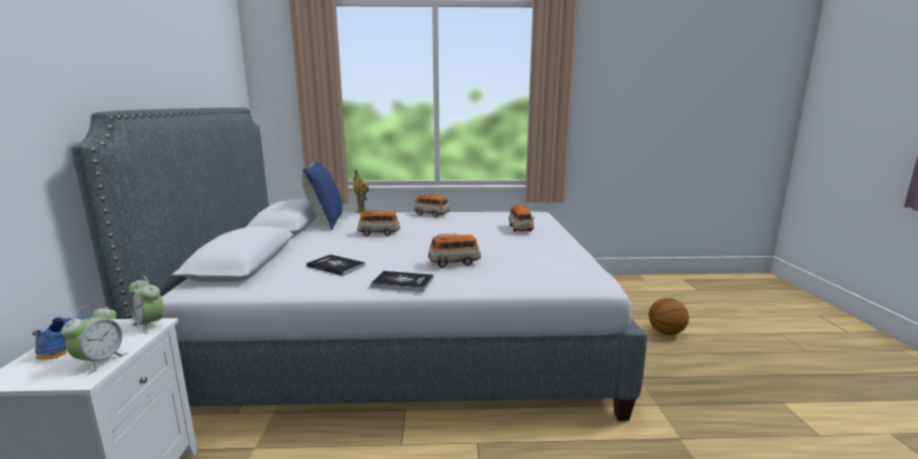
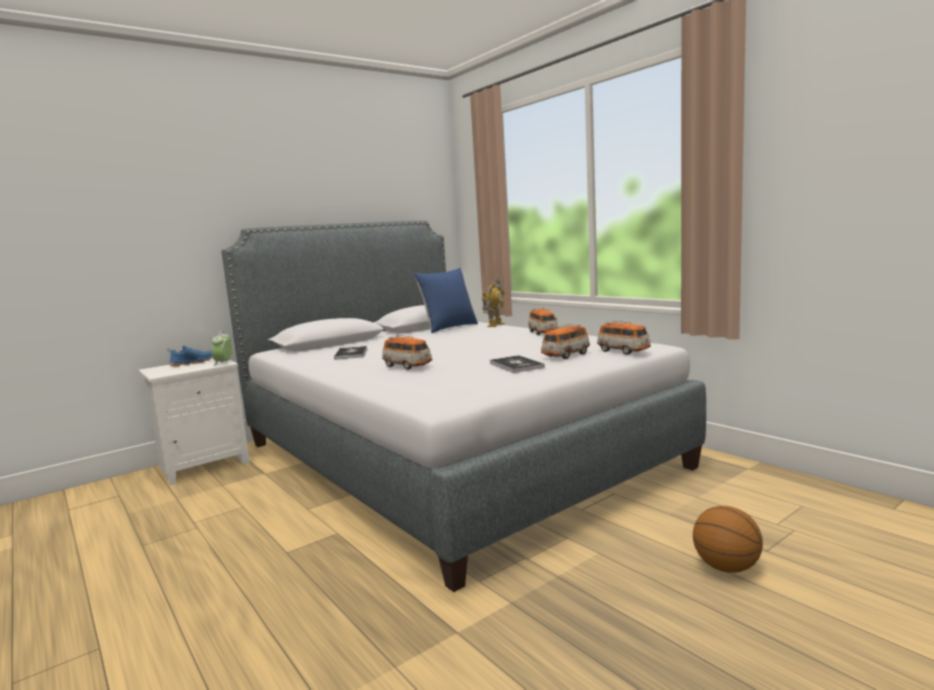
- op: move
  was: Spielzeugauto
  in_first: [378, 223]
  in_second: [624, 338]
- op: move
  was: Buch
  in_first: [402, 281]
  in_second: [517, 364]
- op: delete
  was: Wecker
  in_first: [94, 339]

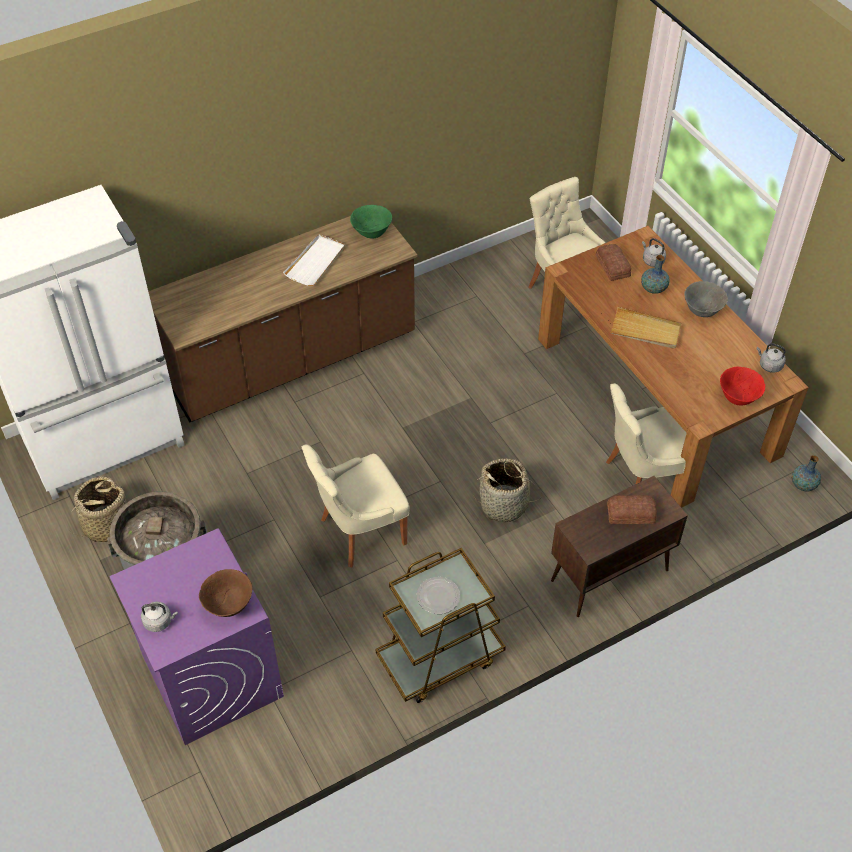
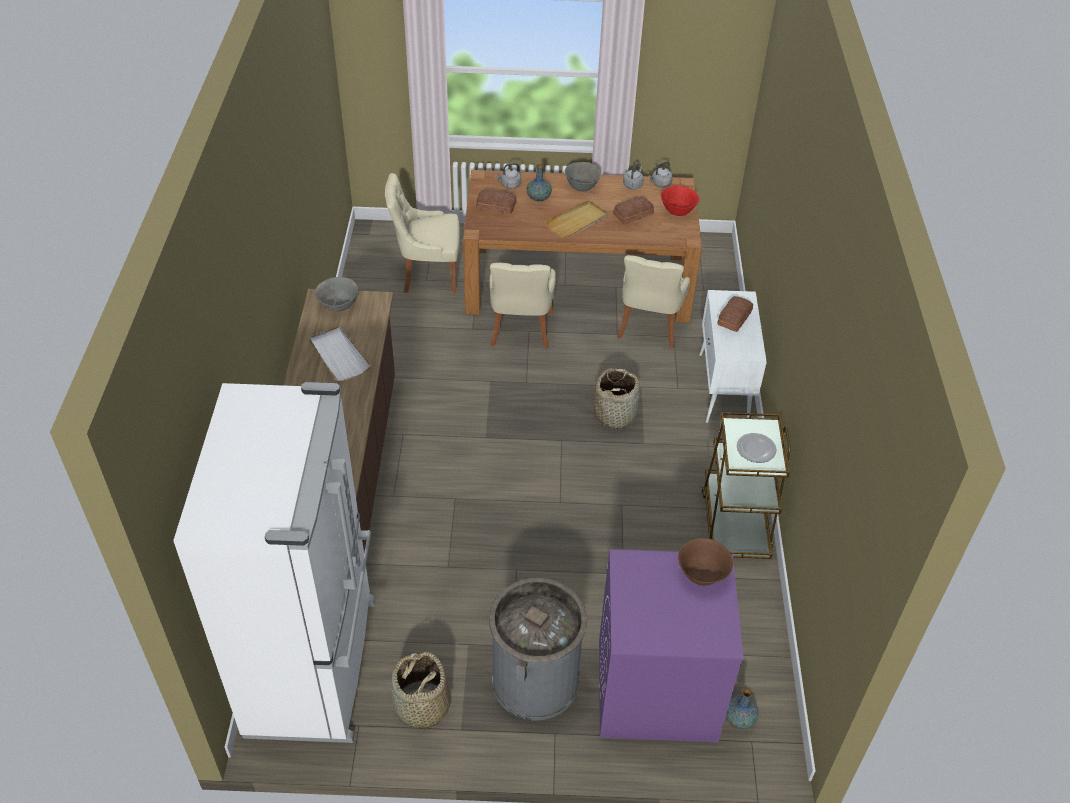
- op: recolor
  was: Schüssel (grün)
  now: Schüssel (grau)
  in_first: [371, 221]
  in_second: [336, 294]
- op: move
  was: Stuhl (beige)
  in_first: [356, 506]
  in_second: [523, 306]
- op: move
  was: Vase
  in_first: [806, 473]
  in_second: [742, 708]
- op: recolor
  was: Schrank (braun)
  now: Schrank (weiß)
  in_first: [619, 546]
  in_second: [733, 356]
- op: move
  was: Wasserkessel (grau)
  in_first: [159, 617]
  in_second: [633, 176]
- op: insert
  now: Brot
  in_second: [633, 210]

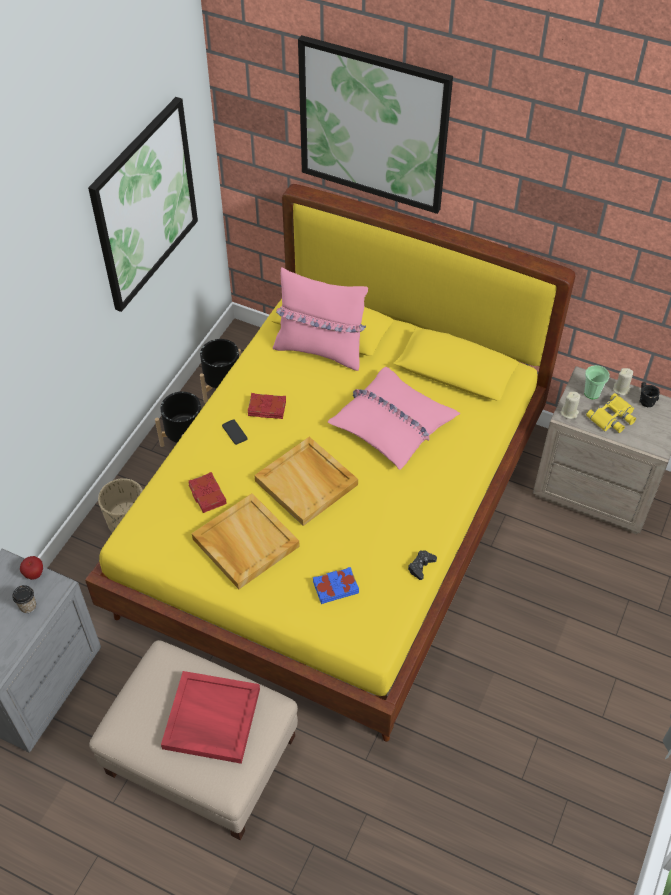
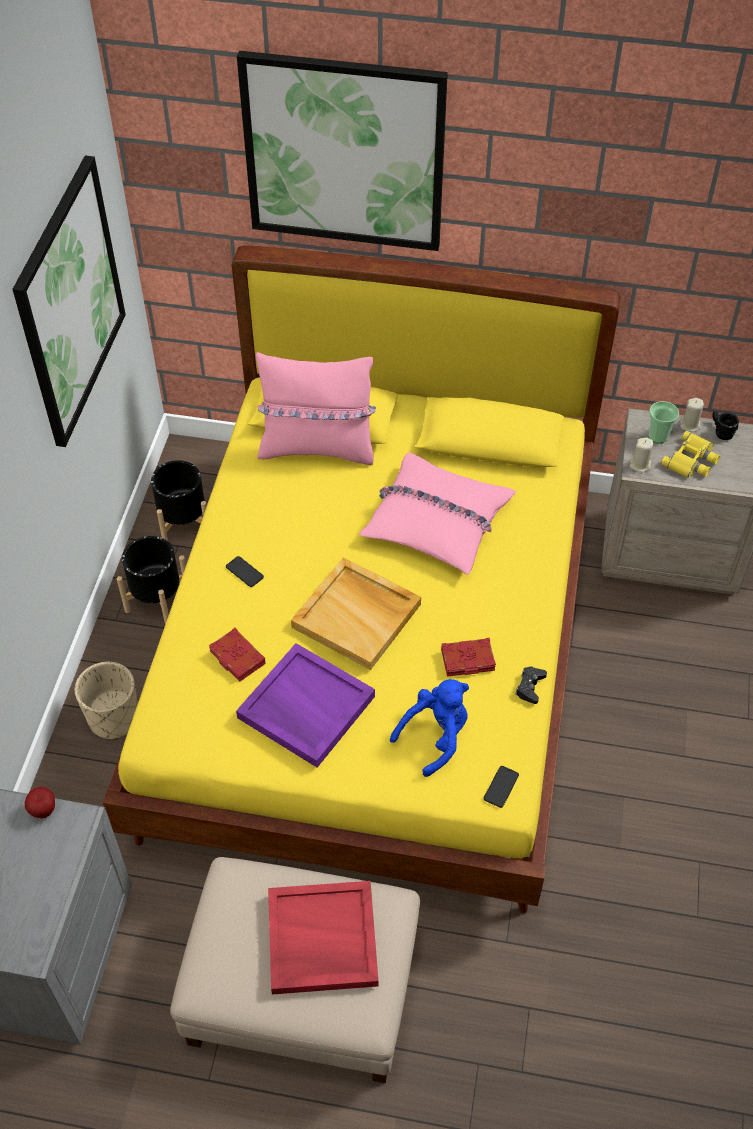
- op: move
  was: Buch (rot)
  in_first: [267, 406]
  in_second: [468, 657]
- op: recolor
  was: Tablett (beige)
  now: Tablett (lila)
  in_first: [246, 541]
  in_second: [305, 705]
- op: replace
  was: Buch (blau)
  now: Plüschtier (blau)
  in_first: [336, 585]
  in_second: [429, 728]
- op: delete
  was: Tasse
  in_first: [24, 599]
- op: insert
  now: Handy
  in_second: [501, 787]

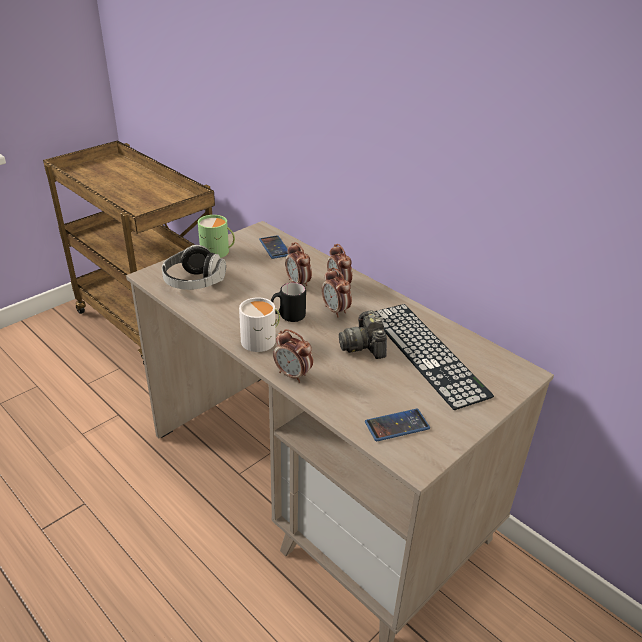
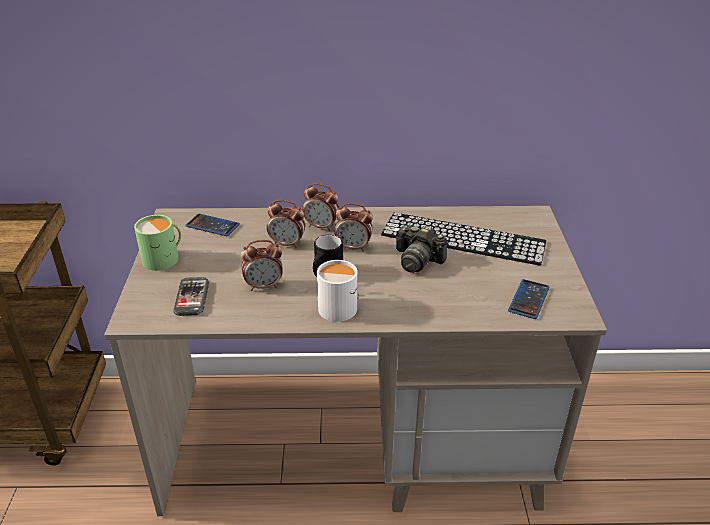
- op: replace
  was: Kopfhörer
  now: Handy
  in_first: [194, 267]
  in_second: [191, 296]
- op: move
  was: Wecker
  in_first: [293, 356]
  in_second: [262, 265]

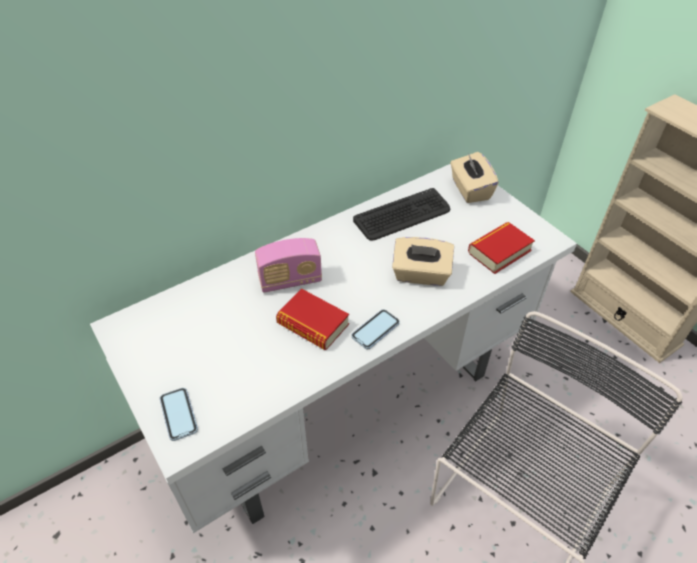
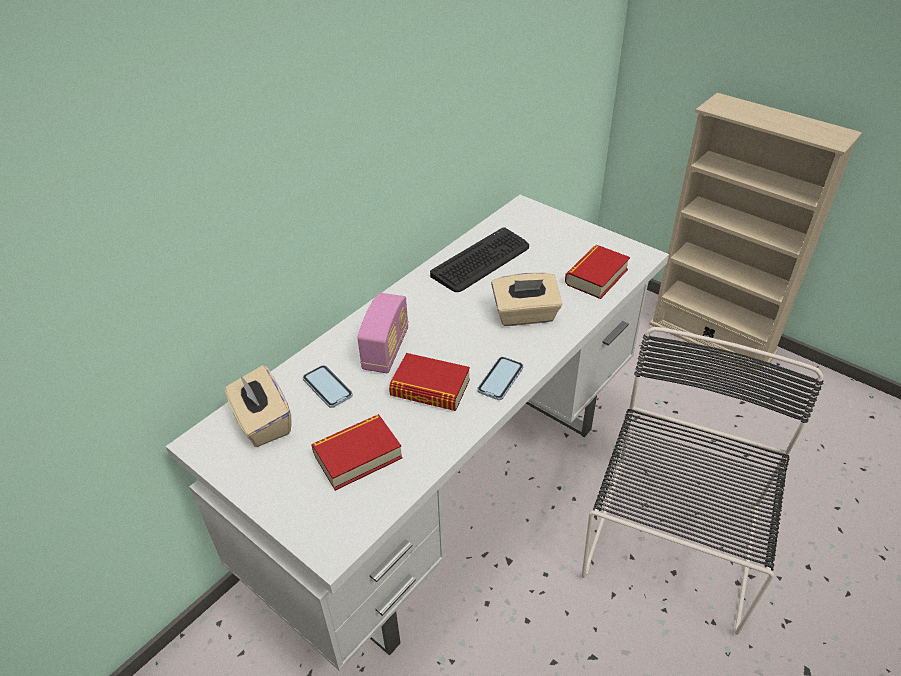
- op: move
  was: Taschentuchbox (beige)
  in_first: [474, 177]
  in_second: [258, 406]
- op: rotate
  was: Radio
  in_first: [288, 265]
  in_second: [382, 333]
  clockwise: -45
- op: move
  was: Handy
  in_first: [179, 414]
  in_second: [328, 386]
- op: insert
  now: Buch
  in_second: [357, 452]

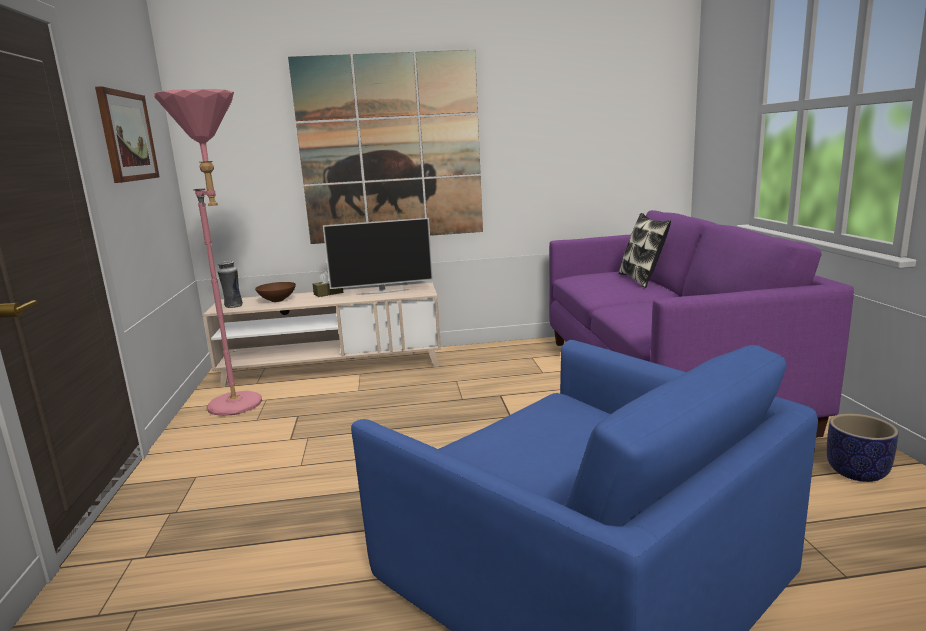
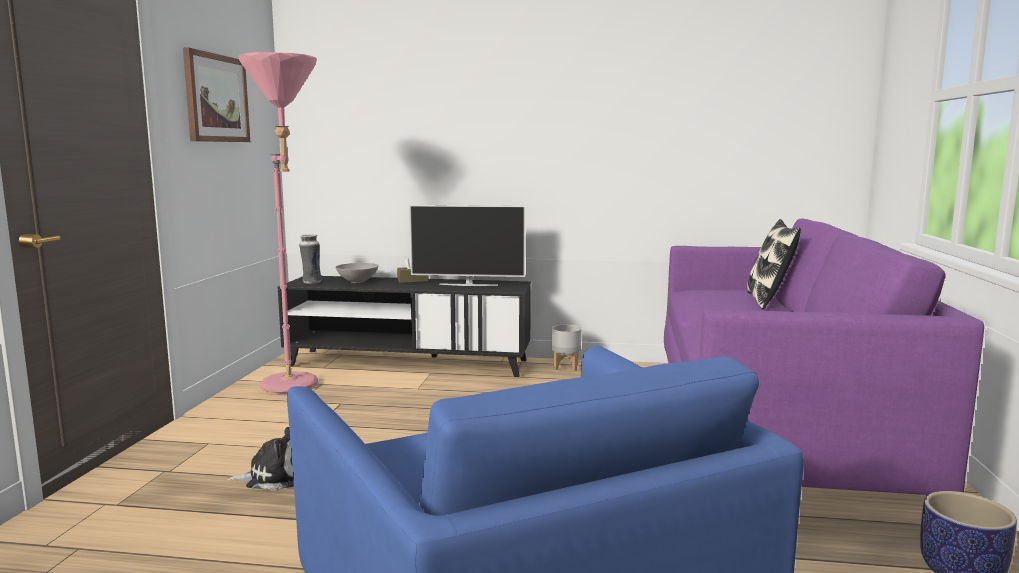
- op: delete
  was: Bild
  in_first: [385, 147]
- op: recolor
  was: Schüssel (braun)
  now: Schüssel (grau)
  in_first: [275, 292]
  in_second: [357, 273]
- op: recolor
  was: Fernsehschrank (beige)
  now: Fernsehschrank (schwarz)
  in_first: [322, 335]
  in_second: [404, 326]
- op: insert
  now: Pflanzkübel (grau)
  in_second: [567, 348]
- op: insert
  now: Plüschtier
  in_second: [260, 458]

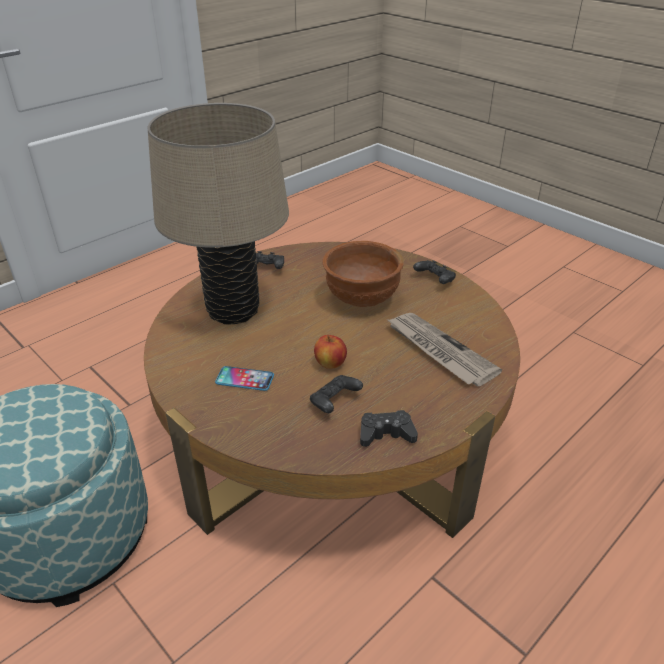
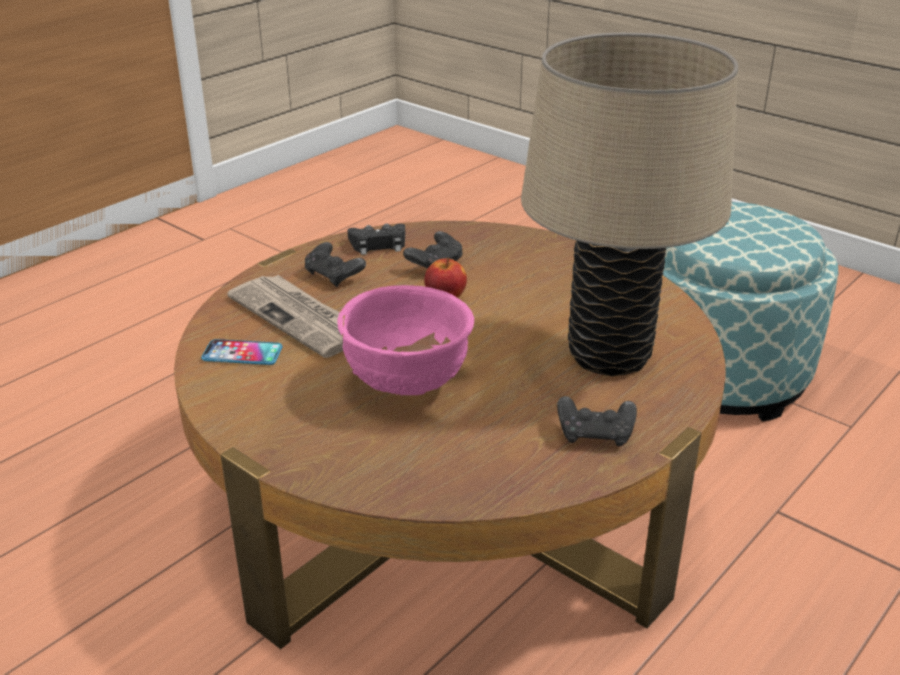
- op: recolor
  was: Schüssel (braun)
  now: Schüssel (rosa)
  in_first: [363, 274]
  in_second: [405, 340]
- op: move
  was: Gamepad (schwarz)
  in_first: [434, 272]
  in_second: [335, 264]
- op: move
  was: Handy
  in_first: [244, 378]
  in_second: [242, 352]

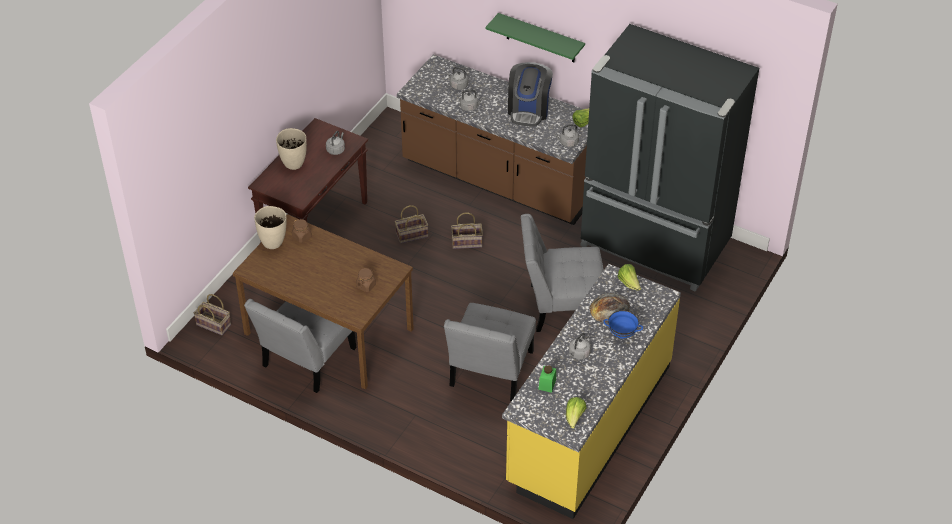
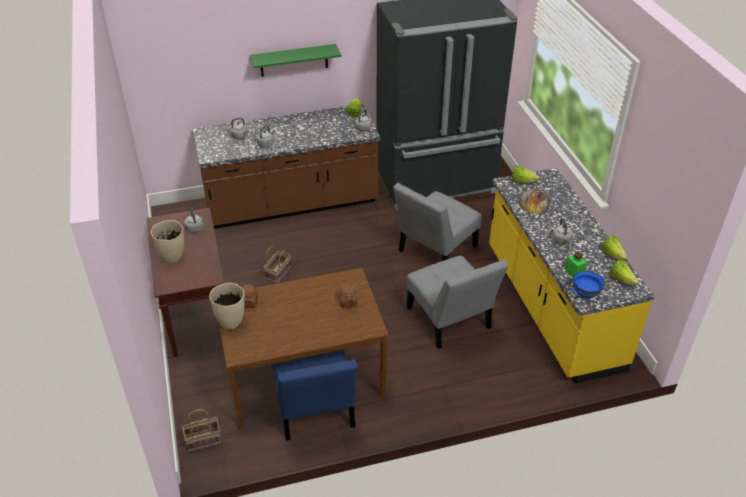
- op: delete
  was: Kaffeemaschine
  in_first: [530, 94]
- op: delete
  was: Korb
  in_first: [467, 230]
- op: recolor
  was: Stuhl (grau)
  now: Stuhl (blau)
  in_first: [300, 346]
  in_second: [314, 395]
- op: move
  was: Schüssel (blau)
  in_first: [623, 325]
  in_second: [588, 285]
- op: insert
  now: Salatkopf
  in_second: [615, 248]

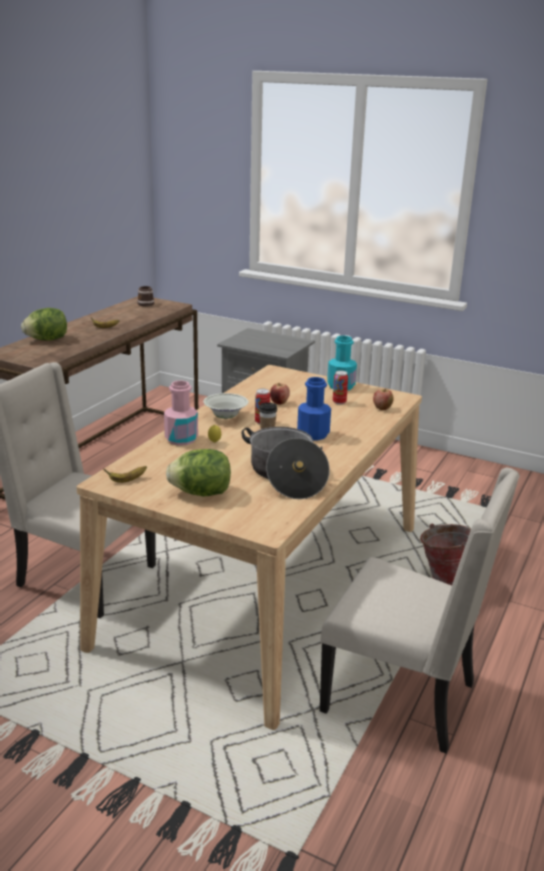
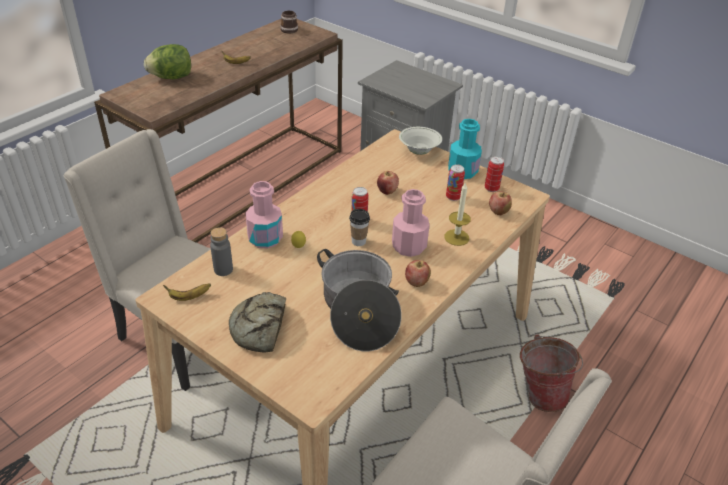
- op: recolor
  was: Flasche (blau)
  now: Flasche (rosa)
  in_first: [314, 409]
  in_second: [411, 223]
- op: move
  was: Schüssel (weiß)
  in_first: [225, 406]
  in_second: [420, 141]
- op: replace
  was: Salatkopf
  now: Brot
  in_first: [198, 473]
  in_second: [257, 322]
- op: insert
  now: Dose
  in_second: [494, 174]
- op: insert
  now: Kerze
  in_second: [457, 214]
- op: insert
  now: Flasche (grau)
  in_second: [221, 251]
- op: insert
  now: Apfel
  in_second: [418, 273]

